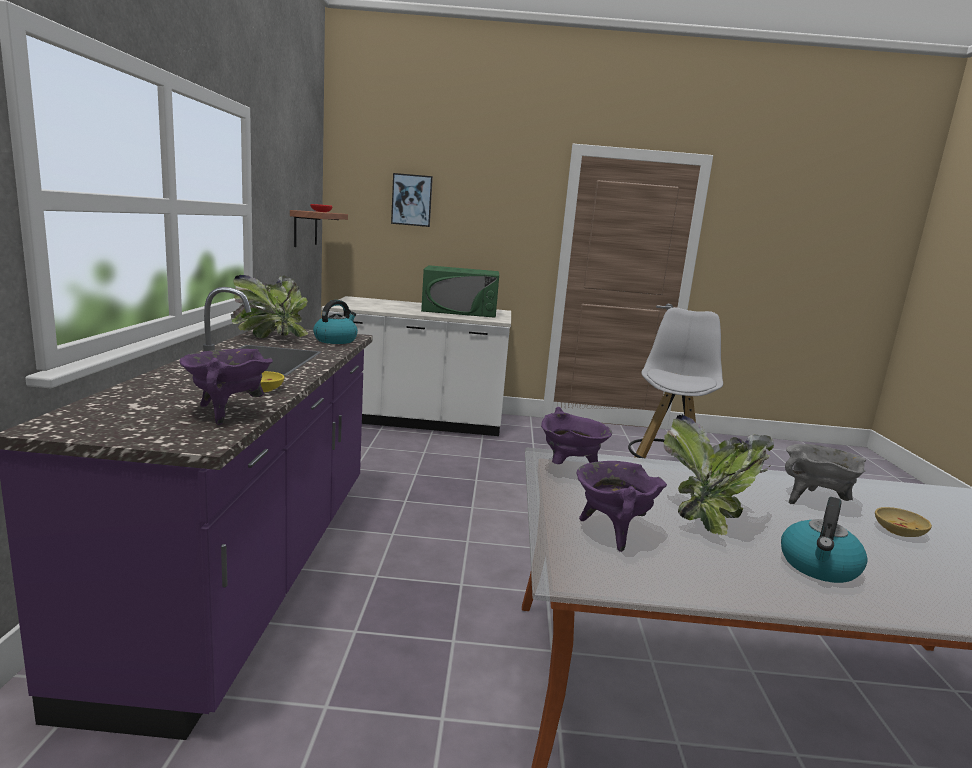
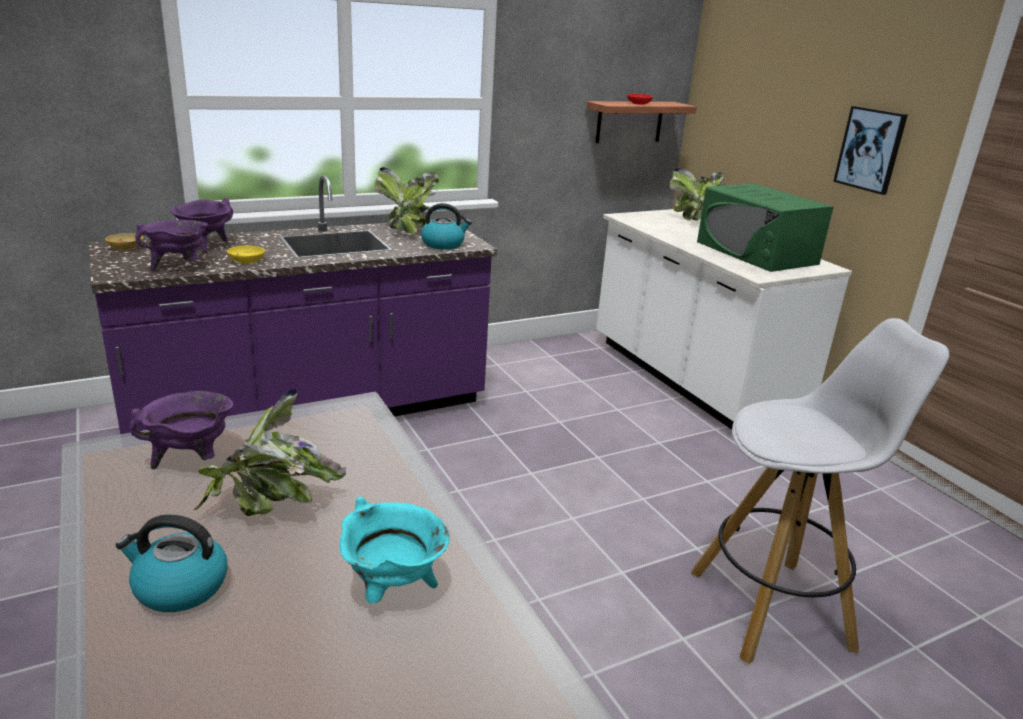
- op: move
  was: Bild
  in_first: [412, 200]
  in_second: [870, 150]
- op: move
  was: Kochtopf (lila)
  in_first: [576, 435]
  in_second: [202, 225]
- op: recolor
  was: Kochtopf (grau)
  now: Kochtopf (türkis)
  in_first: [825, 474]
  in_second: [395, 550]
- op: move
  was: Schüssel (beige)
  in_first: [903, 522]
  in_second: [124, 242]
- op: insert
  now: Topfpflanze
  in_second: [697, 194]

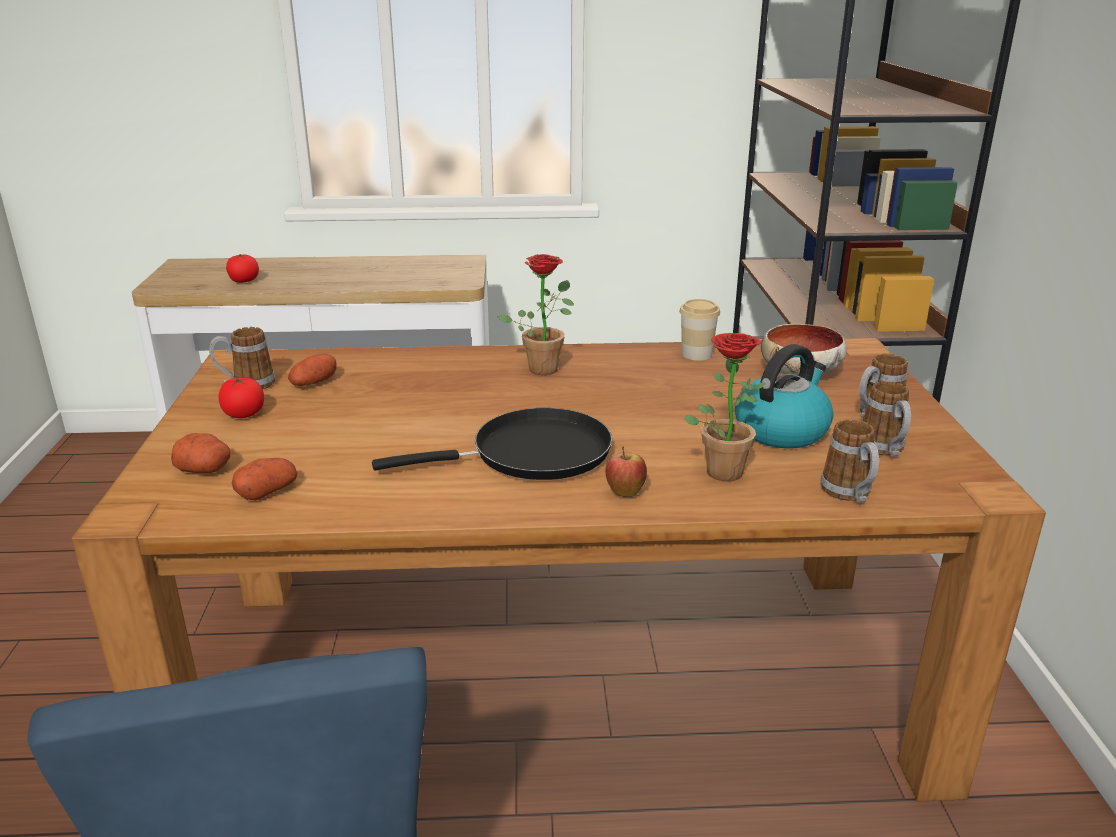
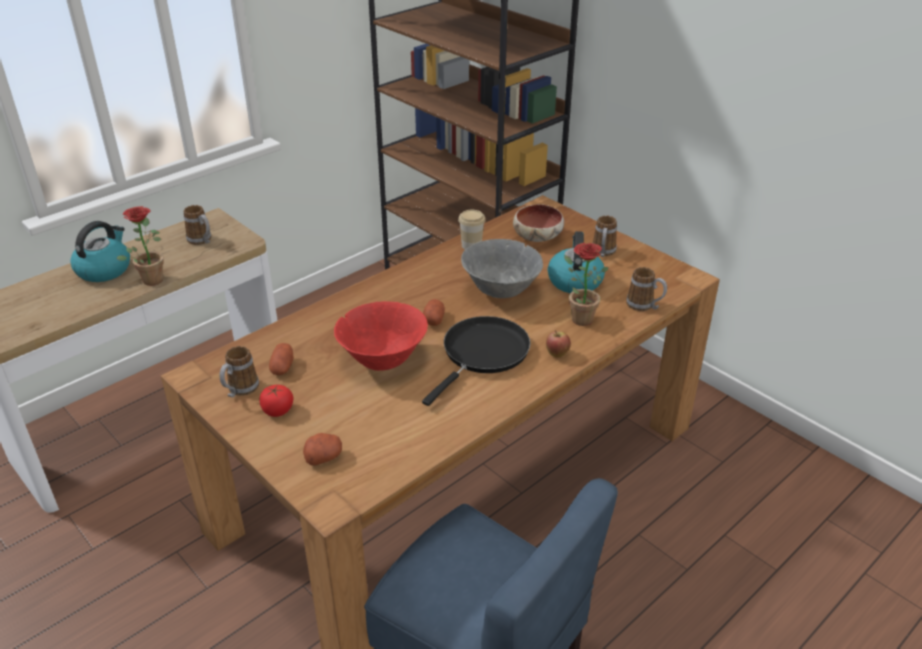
- op: delete
  was: Tomate
  in_first: [242, 268]
- op: move
  was: Topfpflanze
  in_first: [536, 314]
  in_second: [140, 246]
- op: move
  was: Henkelbecher
  in_first: [887, 418]
  in_second: [197, 225]
- op: move
  was: Kartoffel
  in_first: [265, 479]
  in_second: [434, 312]
- op: insert
  now: Wasserkessel
  in_second: [100, 251]
- op: insert
  now: Schüssel (grau)
  in_second: [502, 268]
- op: insert
  now: Schüssel (rot)
  in_second: [381, 336]

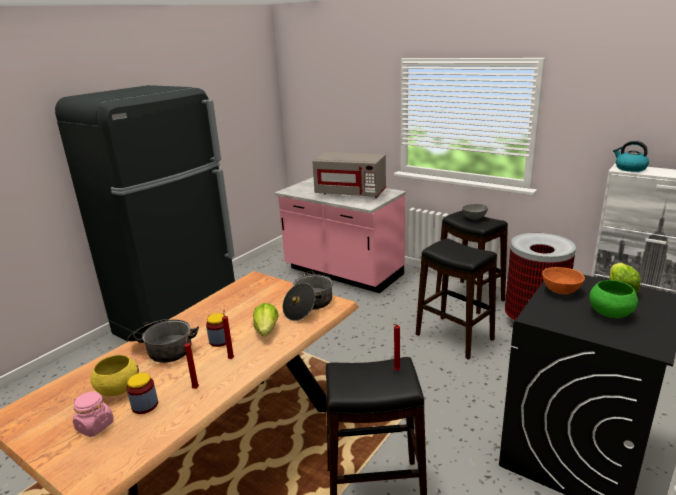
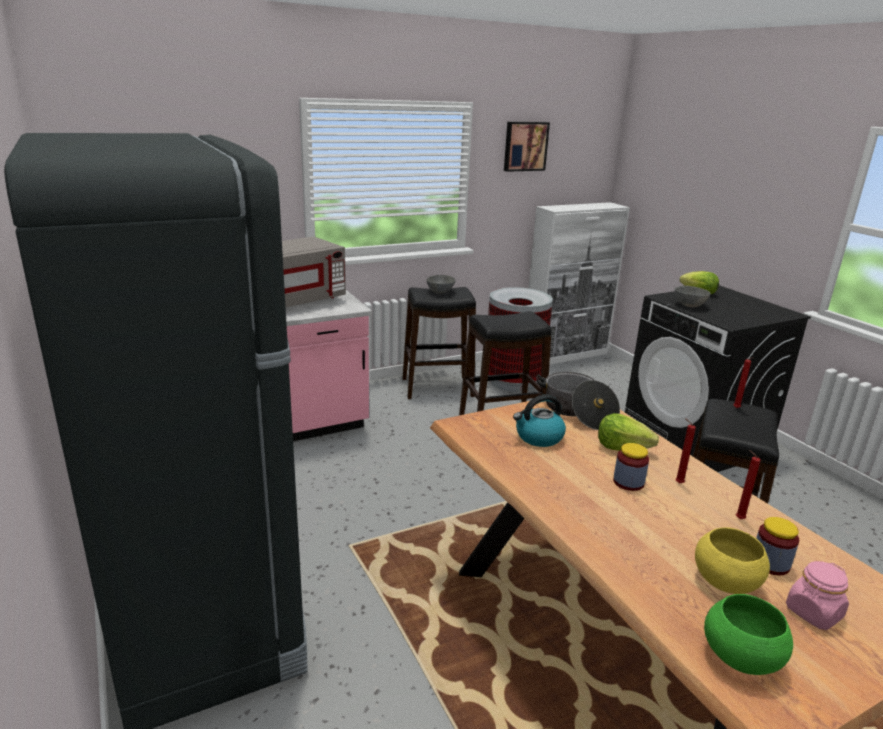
- op: move
  was: Wasserkessel
  in_first: [631, 156]
  in_second: [539, 420]
- op: recolor
  was: Schüssel (orange)
  now: Schüssel (grau)
  in_first: [563, 280]
  in_second: [693, 296]
- op: move
  was: Schüssel (grün)
  in_first: [613, 299]
  in_second: [748, 634]
- op: delete
  was: Kochtopf
  in_first: [163, 341]
- op: insert
  now: Bild
  in_second: [527, 147]

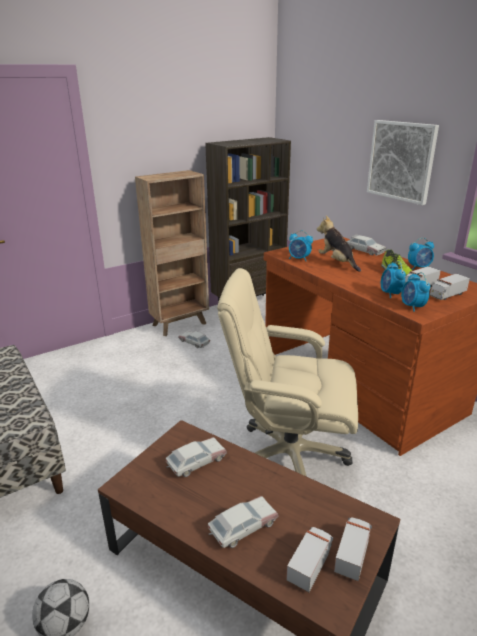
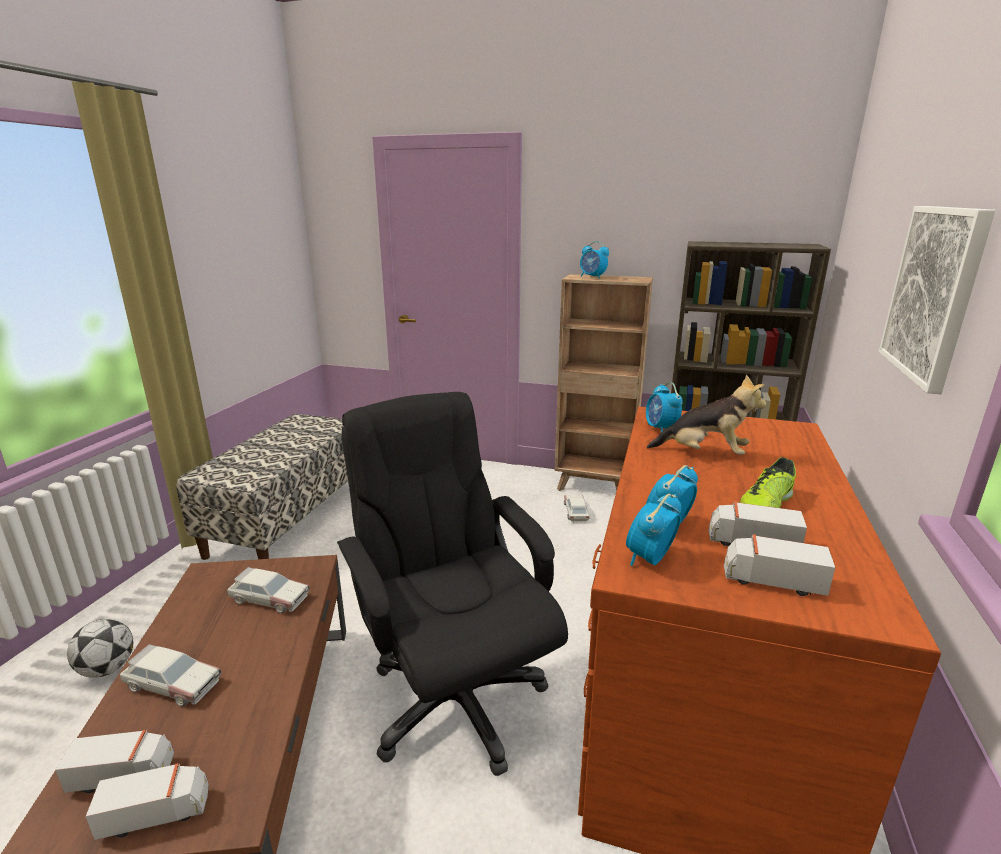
- op: rotate
  was: Plüschtier
  in_first: [339, 244]
  in_second: [706, 415]
  clockwise: 90
- op: delete
  was: Spielzeugauto
  in_first: [366, 244]
- op: move
  was: Wecker
  in_first: [421, 254]
  in_second: [594, 260]
- op: recolor
  was: Bürostuhl (beige)
  now: Bürostuhl (schwarz)
  in_first: [287, 372]
  in_second: [452, 584]

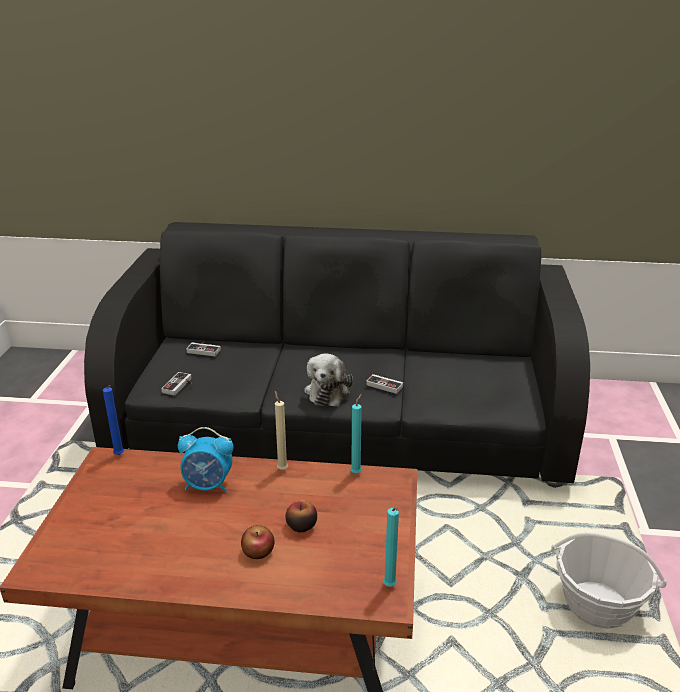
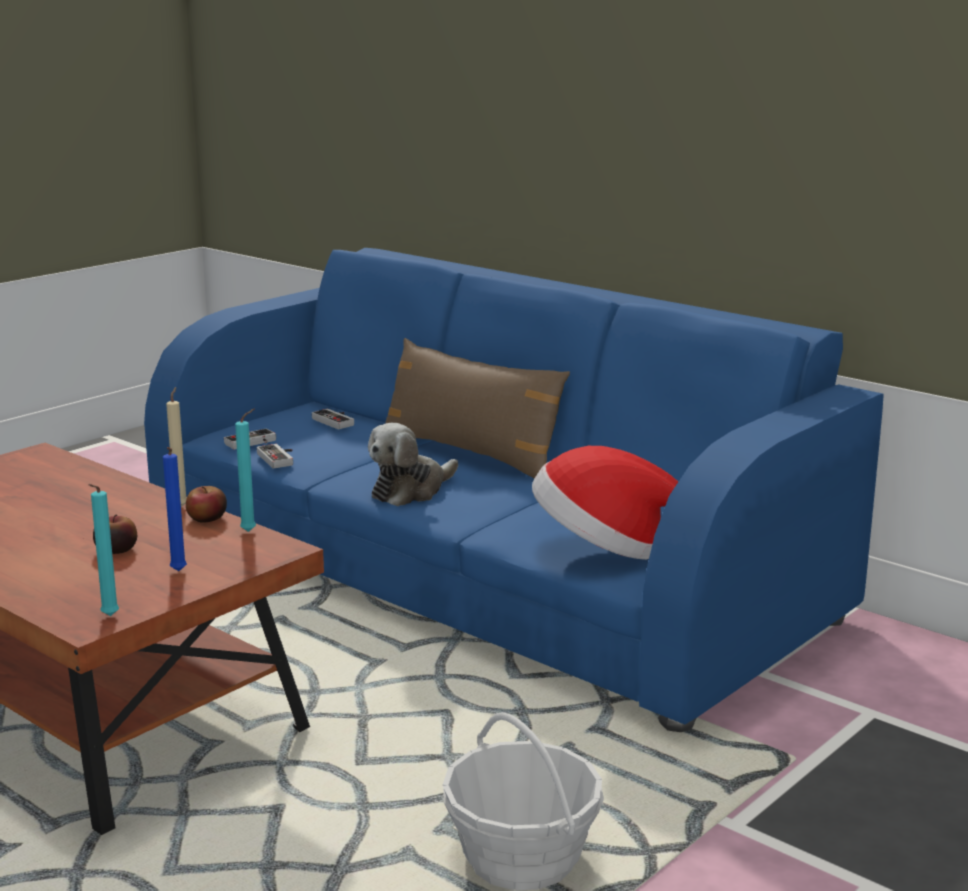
- op: recolor
  was: Sofa (schwarz)
  now: Sofa (blau)
  in_first: [337, 355]
  in_second: [514, 490]
- op: move
  was: Gamepad
  in_first: [384, 384]
  in_second: [275, 456]
- op: move
  was: Kerze (blau)
  in_first: [113, 420]
  in_second: [175, 509]
- op: delete
  was: Wecker
  in_first: [206, 459]
- op: move
  was: Apfel
  in_first: [258, 542]
  in_second: [206, 504]
- op: insert
  now: Kissen (braun)
  in_second: [477, 408]
- op: insert
  now: Hut
  in_second: [605, 503]

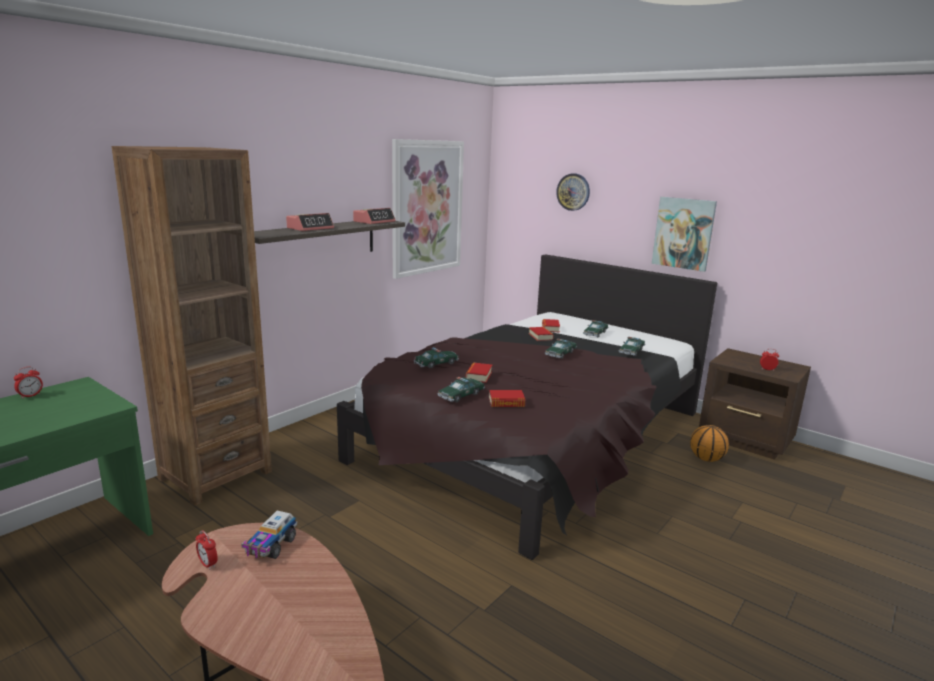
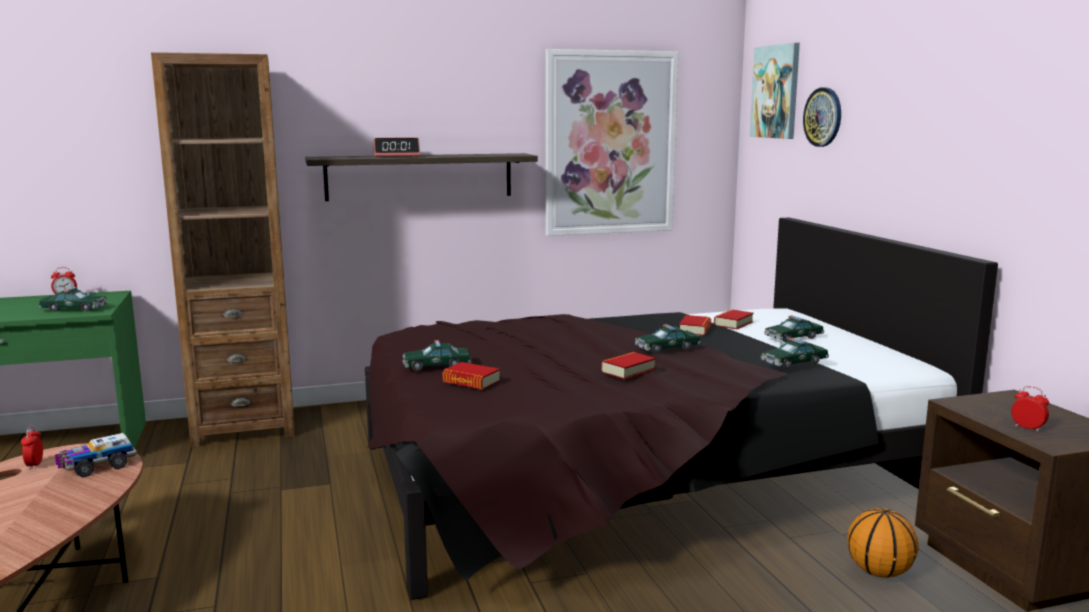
- op: move
  was: Bild
  in_first: [684, 234]
  in_second: [775, 91]
- op: delete
  was: Wecker
  in_first: [374, 216]
- op: move
  was: Spielzeugauto
  in_first: [436, 357]
  in_second: [73, 299]
- op: move
  was: Buch
  in_first: [478, 373]
  in_second: [628, 366]

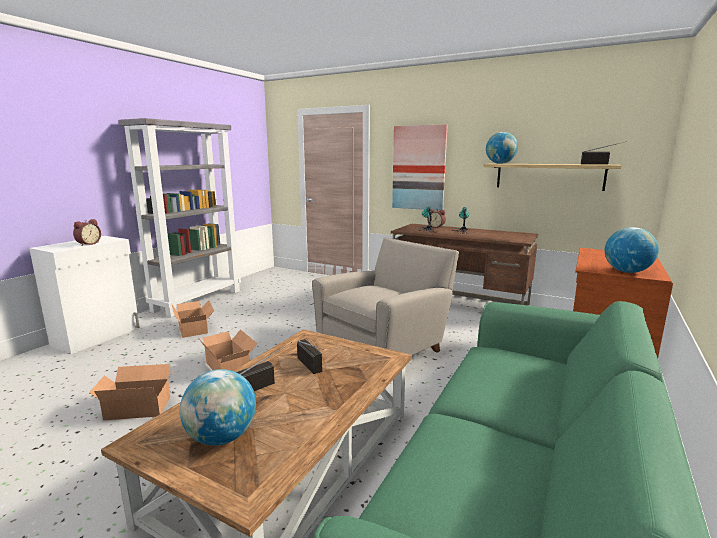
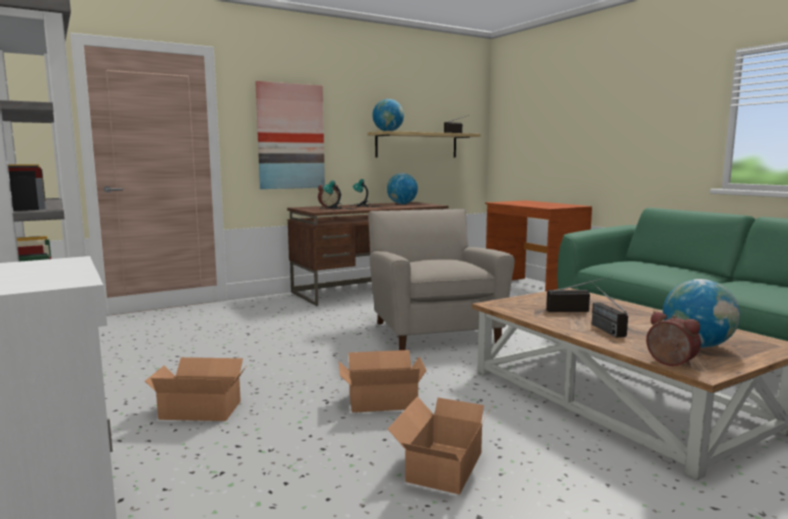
- op: move
  was: Wecker
  in_first: [87, 232]
  in_second: [673, 339]
- op: move
  was: Globus
  in_first: [631, 250]
  in_second: [402, 188]

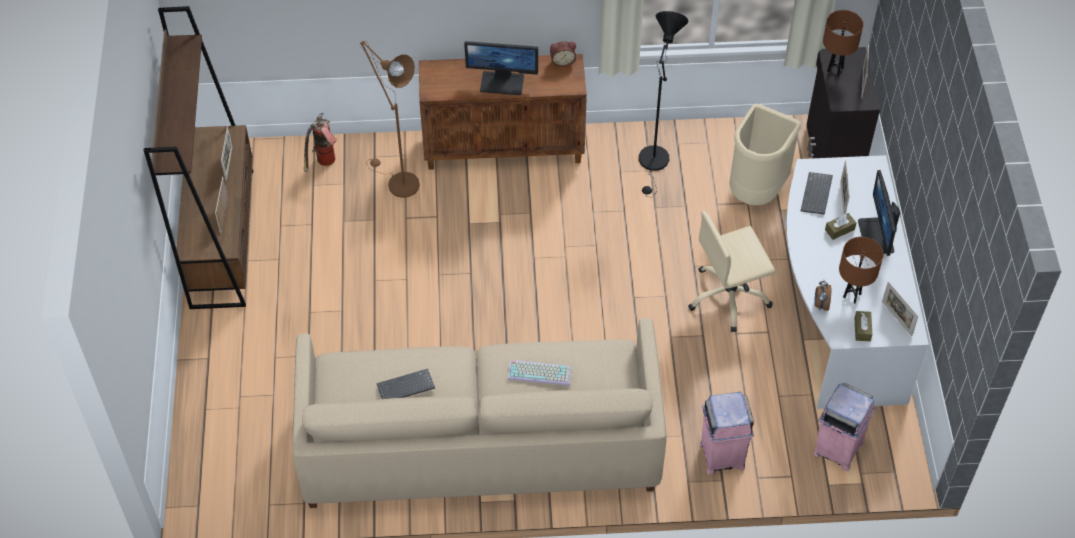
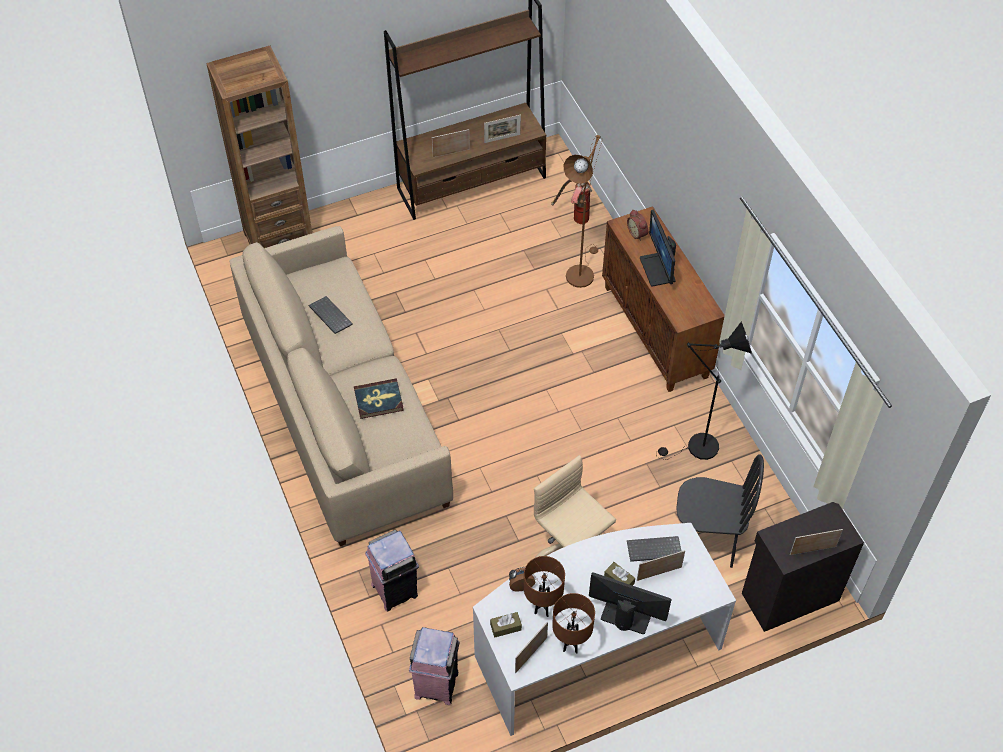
- op: move
  was: Tischlampe (braun)
  in_first: [843, 43]
  in_second: [573, 623]
- op: move
  was: Wecker
  in_first: [563, 54]
  in_second: [638, 225]
- op: replace
  was: Mülleimer (beige)
  now: Stuhl (schwarz)
  in_first: [765, 154]
  in_second: [720, 511]
- op: rotate
  was: Monitor
  in_first: [879, 213]
  in_second: [630, 603]
  clockwise: 45
- op: replace
  was: Tastatur
  now: Buch
  in_first: [540, 373]
  in_second: [379, 398]
- op: insert
  now: Bücherregal (braun)
  in_second: [259, 147]

